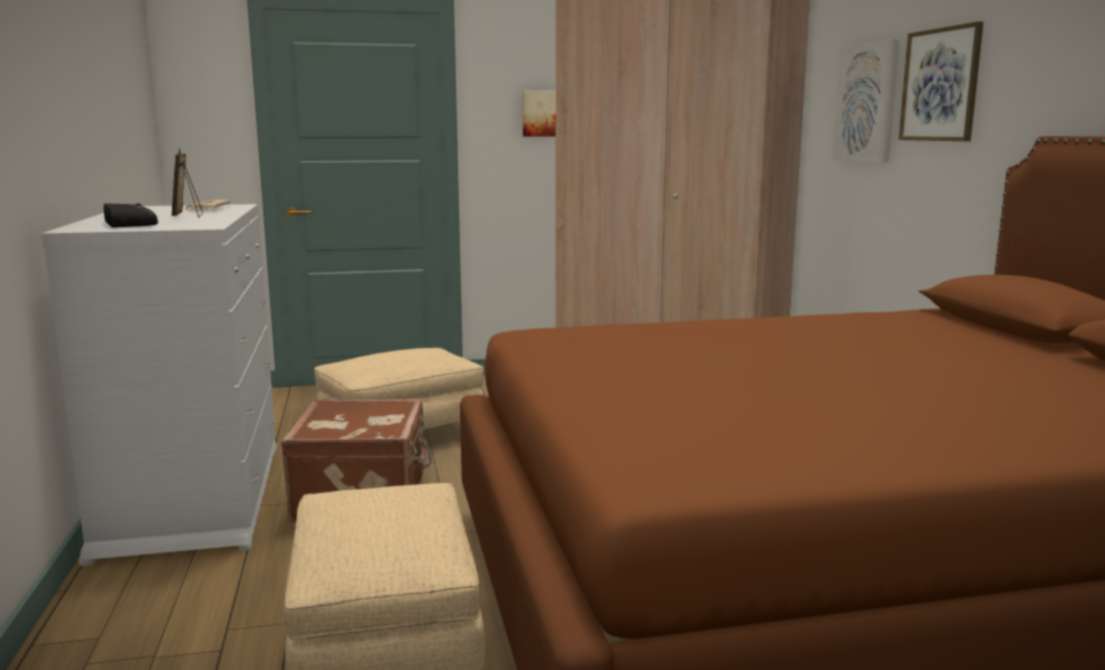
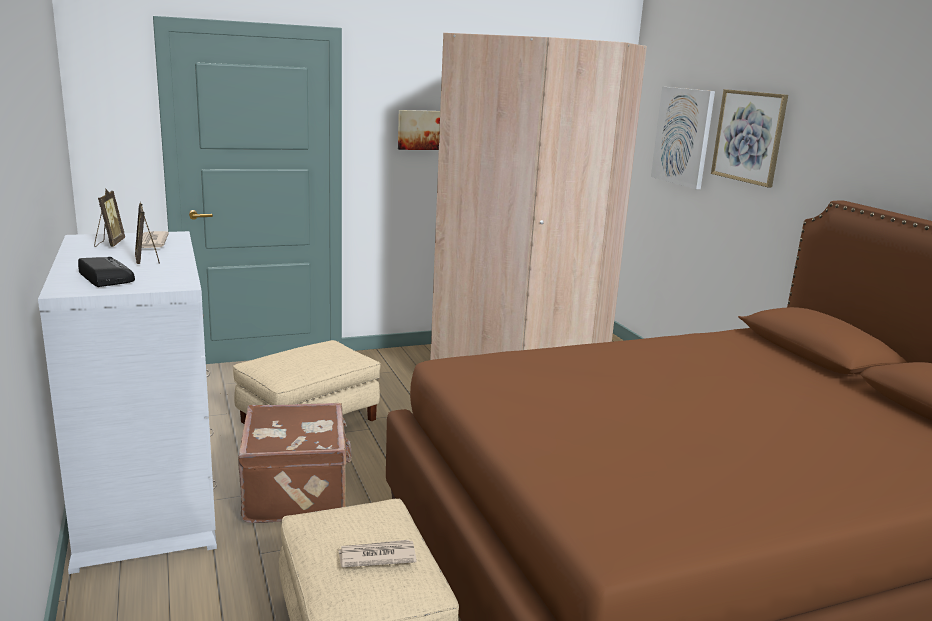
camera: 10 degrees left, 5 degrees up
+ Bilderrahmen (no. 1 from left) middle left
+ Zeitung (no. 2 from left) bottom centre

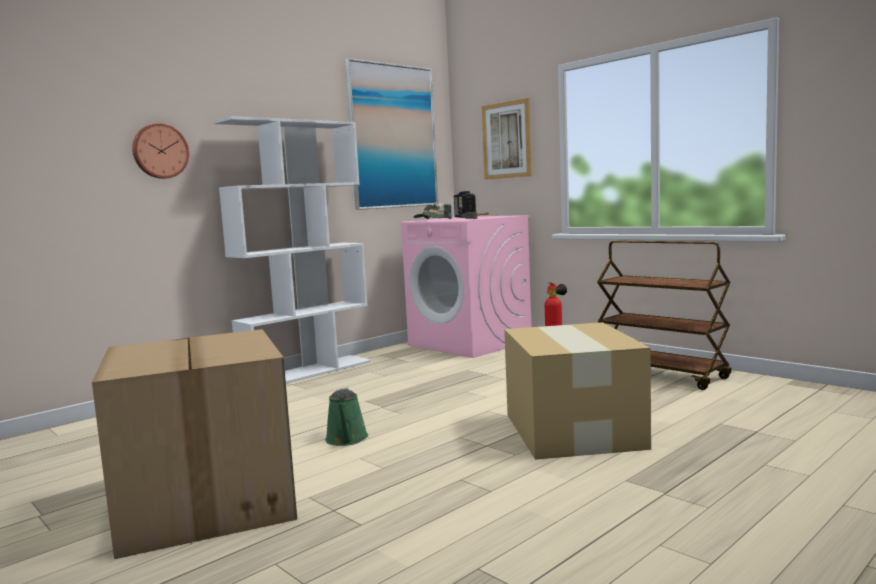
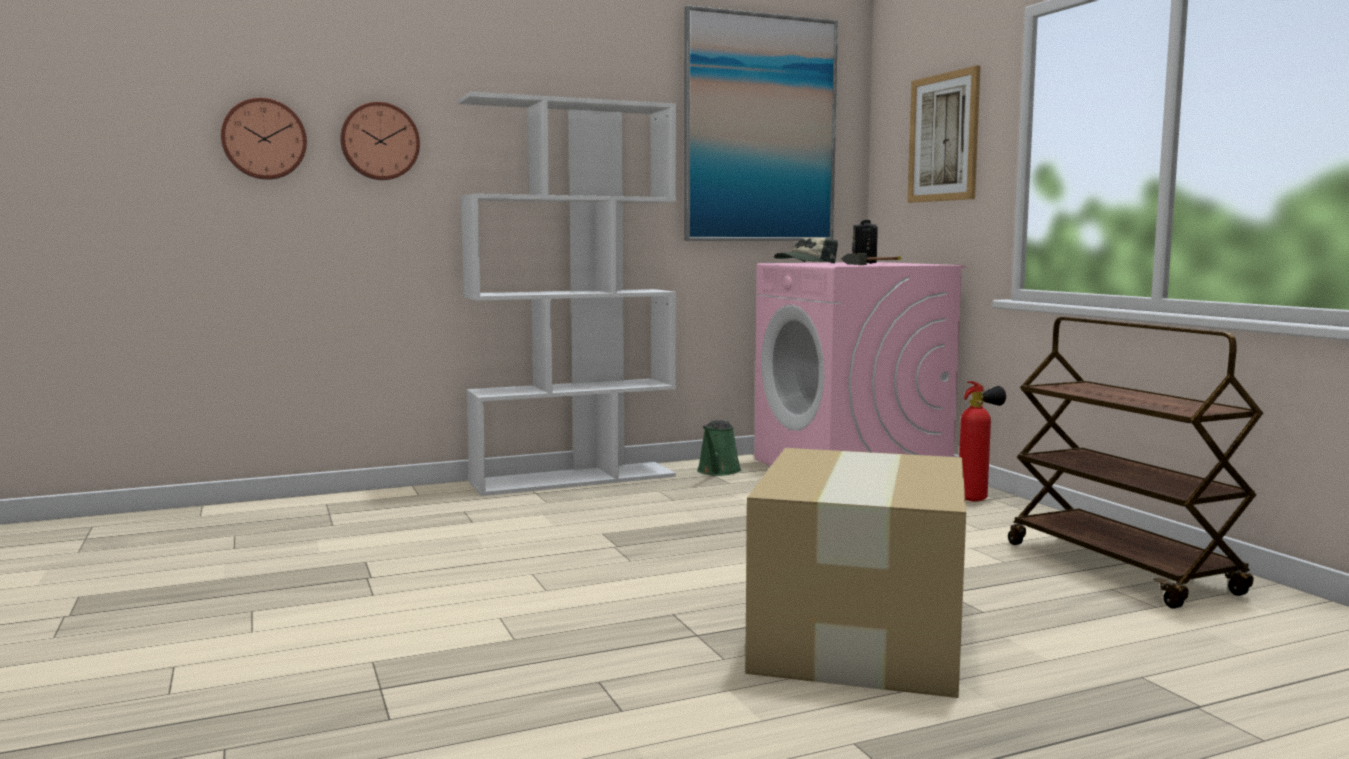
camera: 20 degrees right, 0 degrees up
- Karton (no. 1 from left) bottom left
~ Gießkanne/grün bottom centre to centre
+ Wanduhr (no. 1 from left) top left

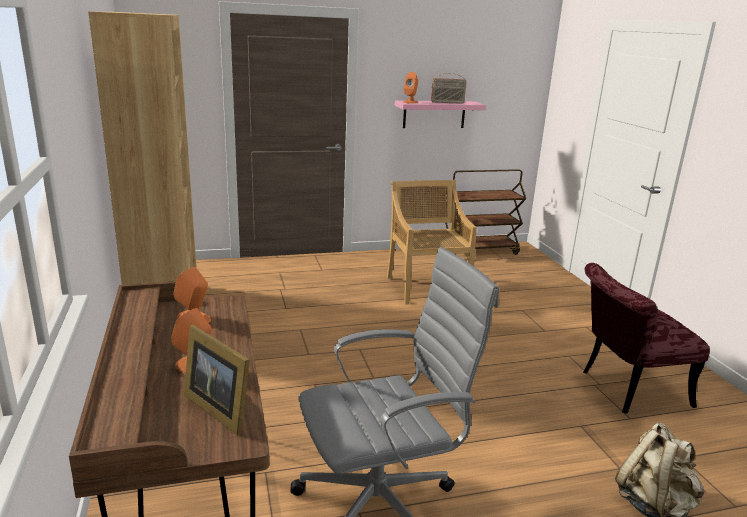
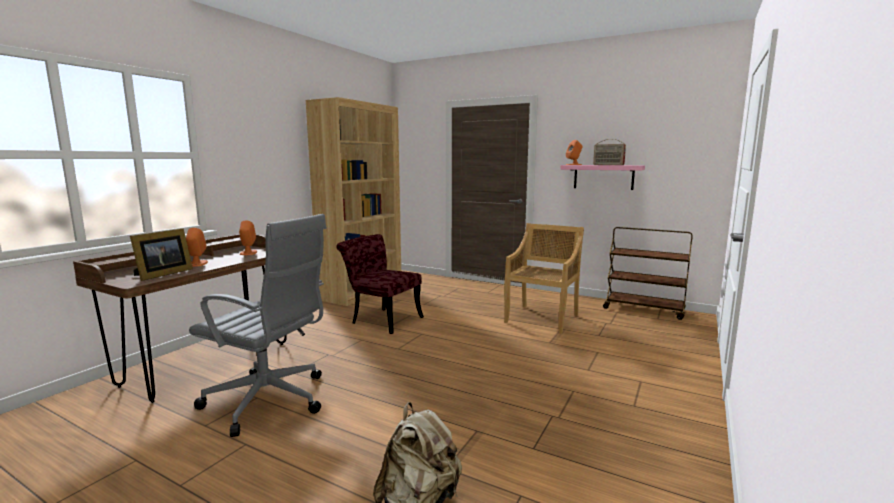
camera: 45 degrees right, 10 degrees down
~ Stuhl/rot middle right to centre
~ Bilderrahmen bottom left = middle left 150 degrees counterclockwise

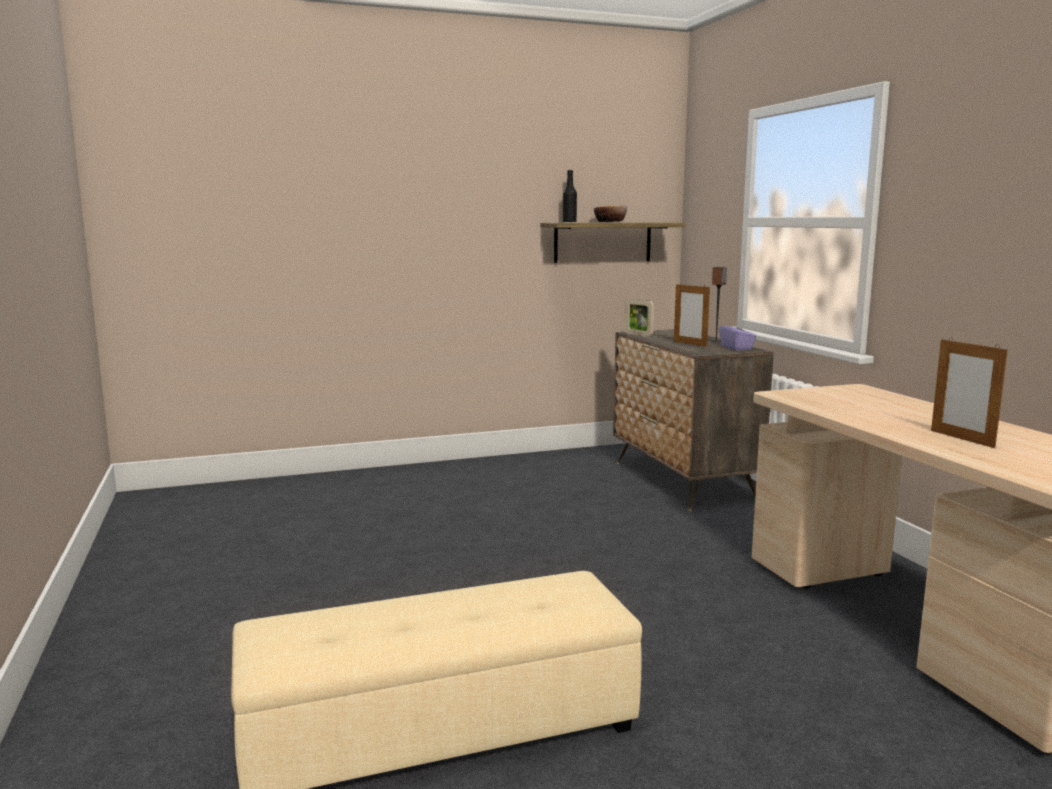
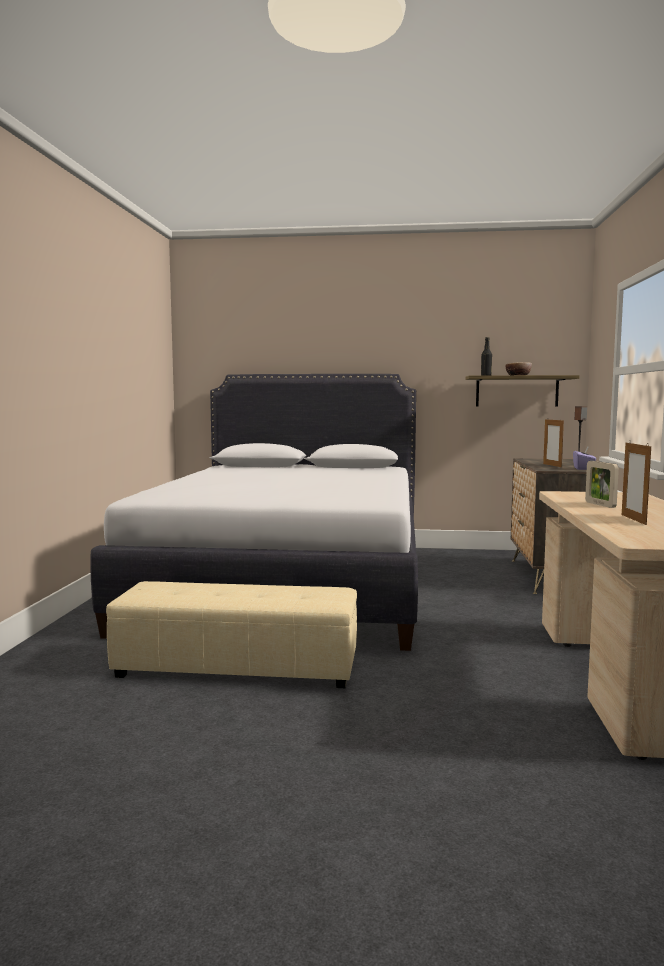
camera: 25 degrees right, 5 degrees down
~ Bilderrahmen (no. 1 from left in the first image) centre to Bilderrahmen (no. 2 from left) middle right
+ Bett/weiß centre

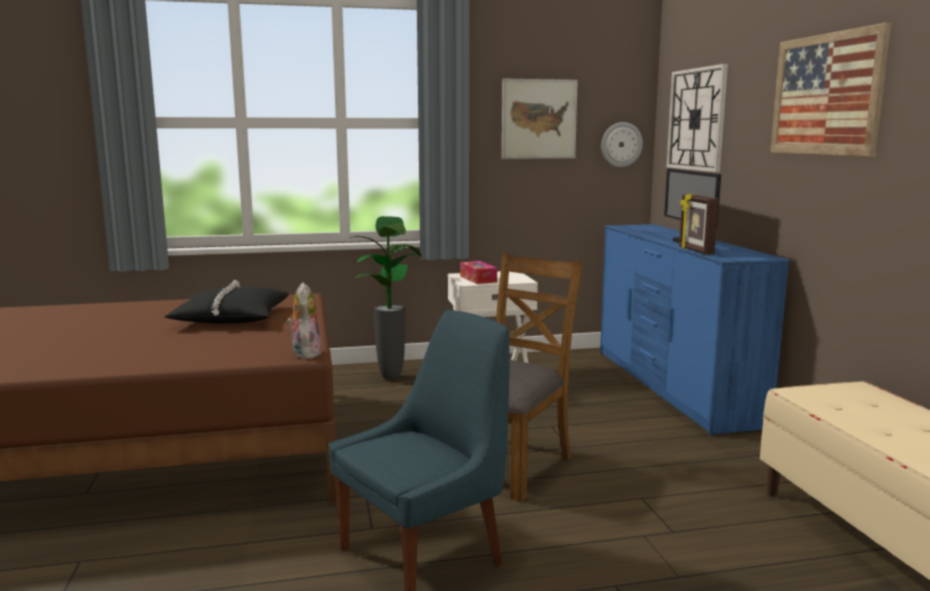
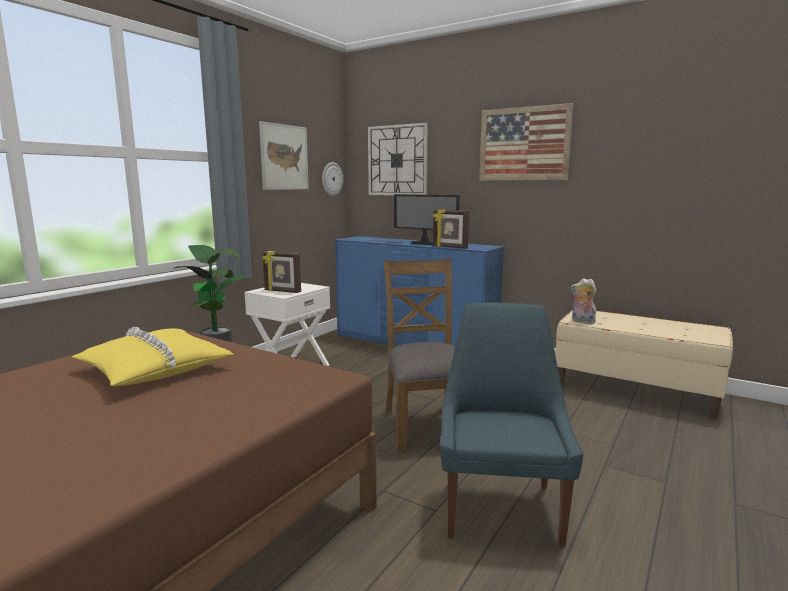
camera: 45 degrees left, 0 degrees up
~ Taschentuchbox centre to Bilderrahmen (no. 1 from left) centre
~ Kissen/schwarz middle left to Kissen/gelb middle left
~ Plüschtier middle left to middle right

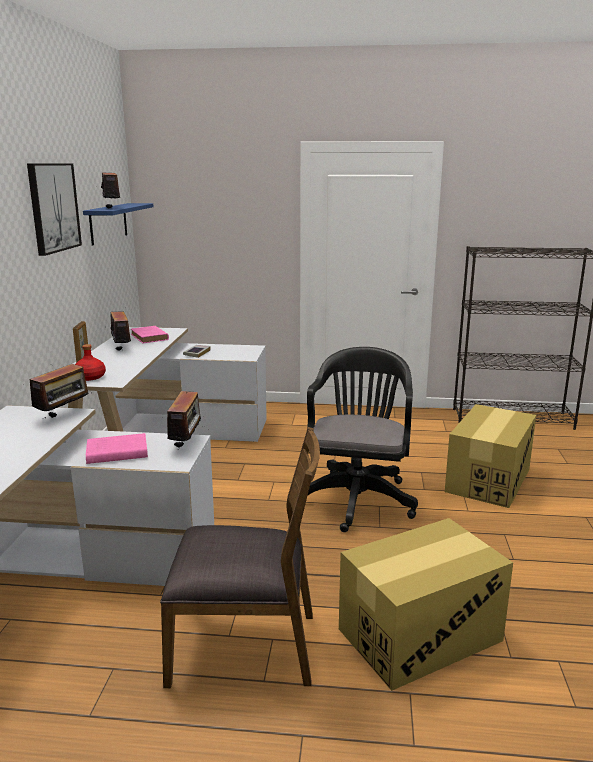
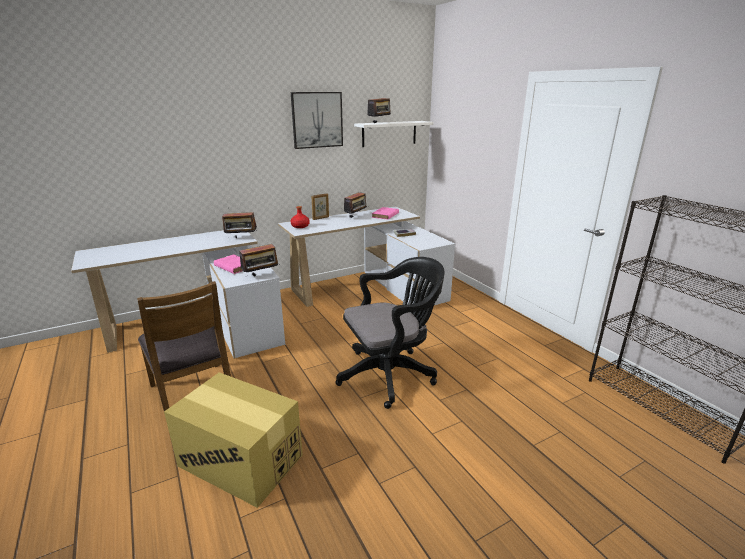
camera: 55 degrees right, 5 degrees up
~ Wandregal/blau top left to Wandregal/weiß top centre
- Karton (no. 2 from left) middle right

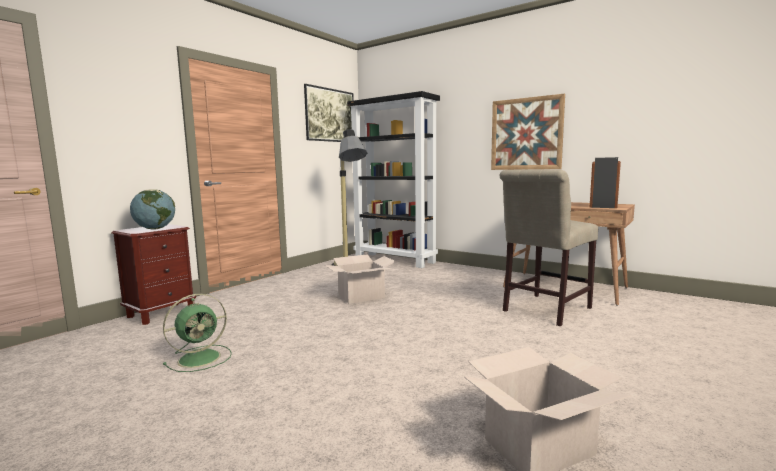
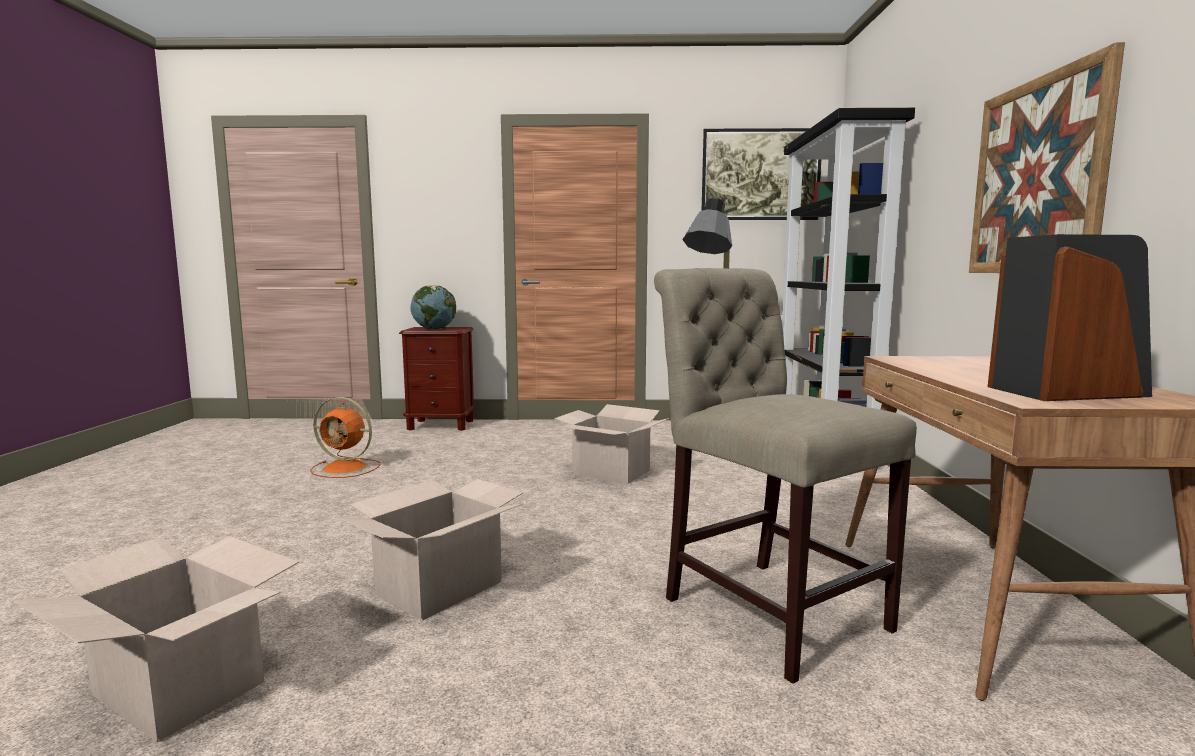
camera: 55 degrees right, 0 degrees up
~ Stuhl/beige middle right = centre 45 degrees clockwise
~ Ventilator/grün bottom left to Ventilator/orange middle left
+ Karton (no. 2 from left) bottom centre

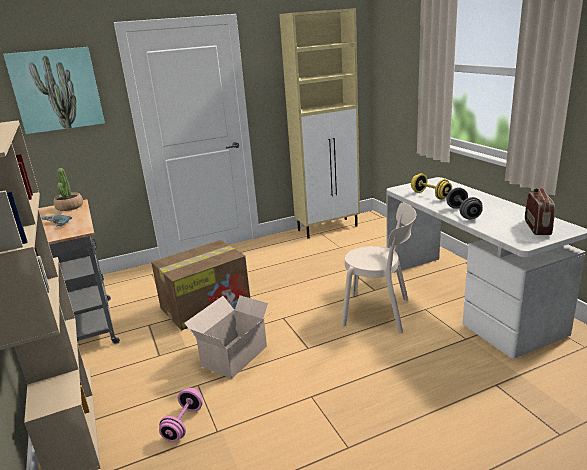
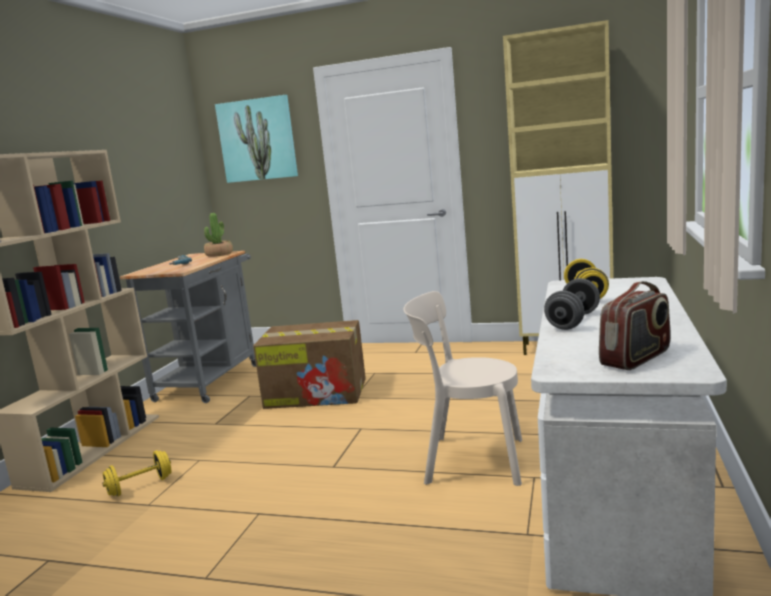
camera: 40 degrees right, 10 degrees down
~ Stuhl/beige centre = centre 135 degrees clockwise
- Karton (no. 2 from left) bottom centre
~ Hantel/rosa bottom left to Hantel/gelb (no. 1 from left) bottom left

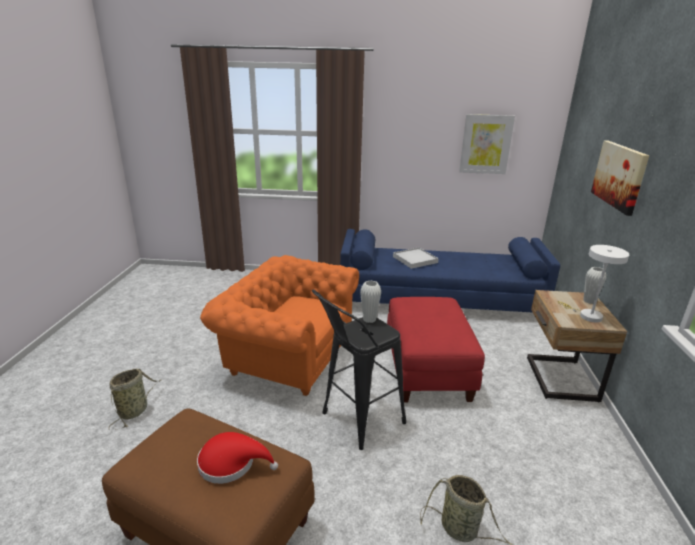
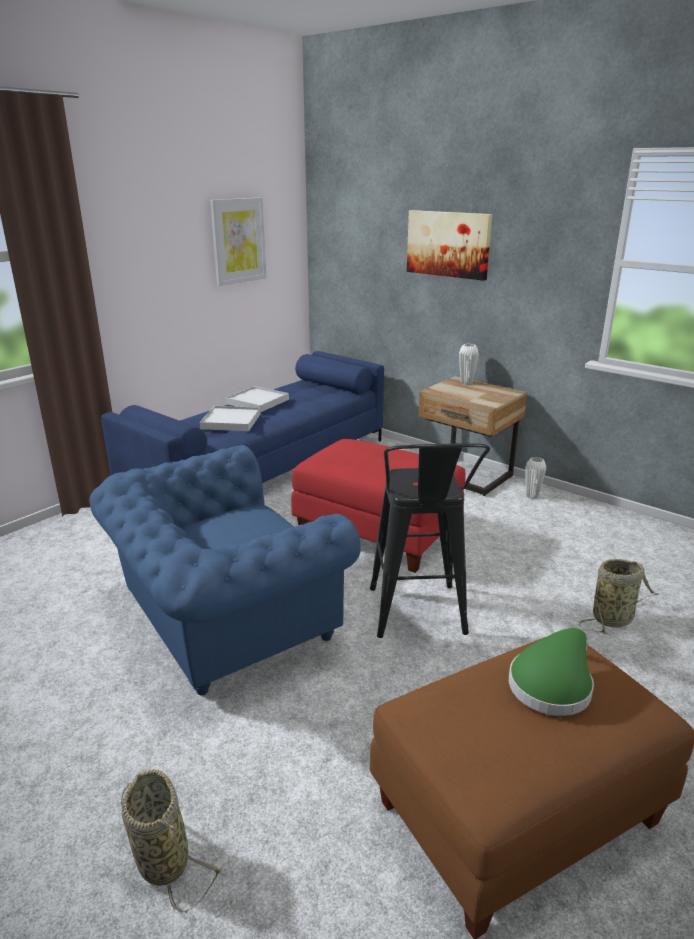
camera: 55 degrees left, 0 degrees up
- Tischlampe/weiß middle right
~ Sessel/orange centre to Sessel/blau middle left
~ Vase/weiß (no. 1 from left in the first image) centre to Vase/weiß (no. 2 from left) middle right
~ Hut/rot bottom centre to Hut/grün bottom right
+ Tablett/weiß (no. 2 from left) centre

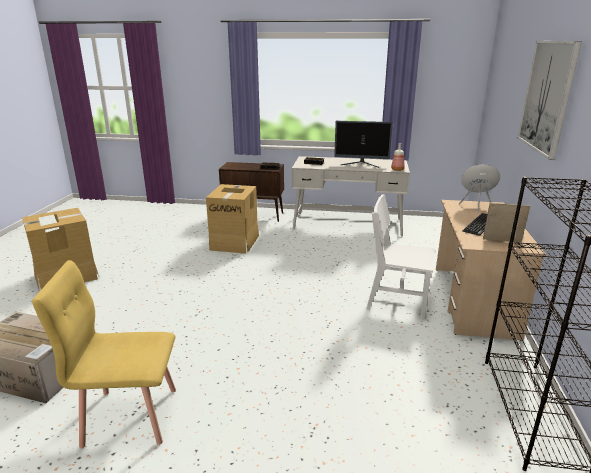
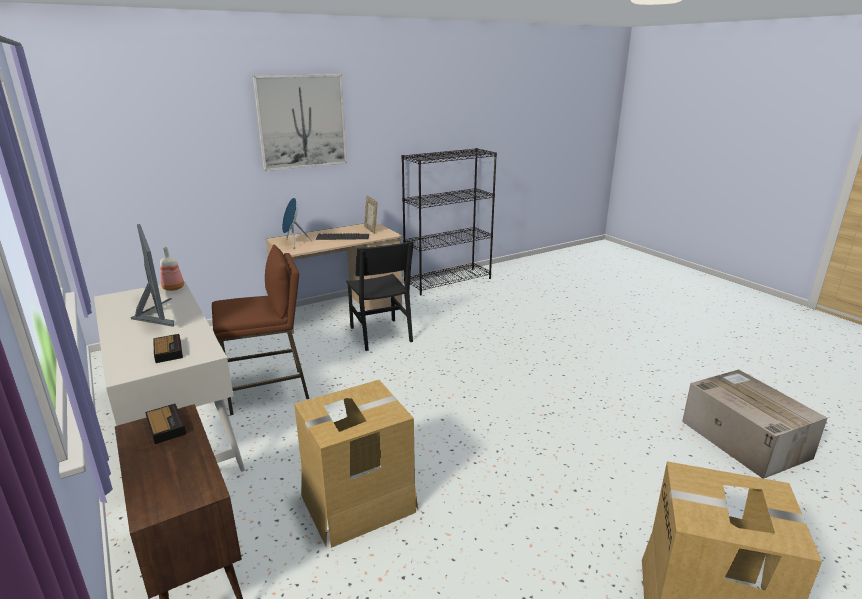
camera: 130 degrees left, 0 degrees up
~ Stuhl/weiß middle right to Stuhl/schwarz centre
- Stuhl/gelb bottom left
+ Hocker/braun middle left

